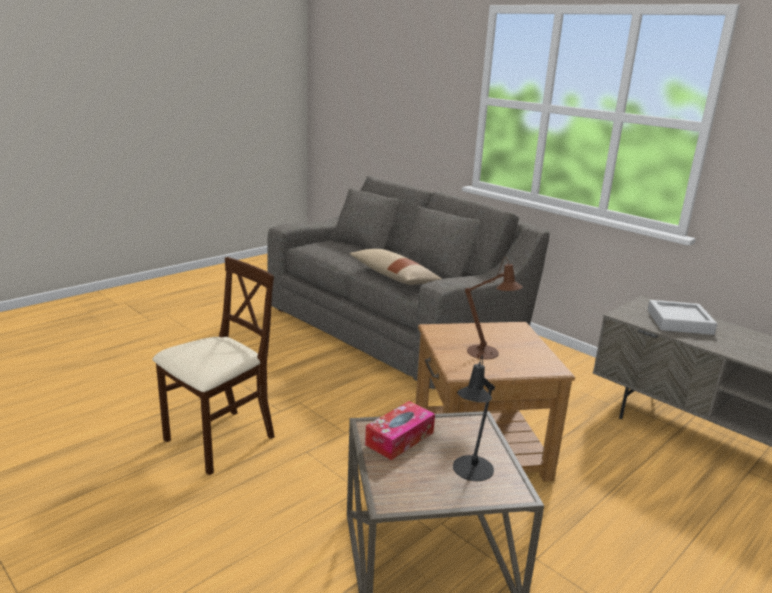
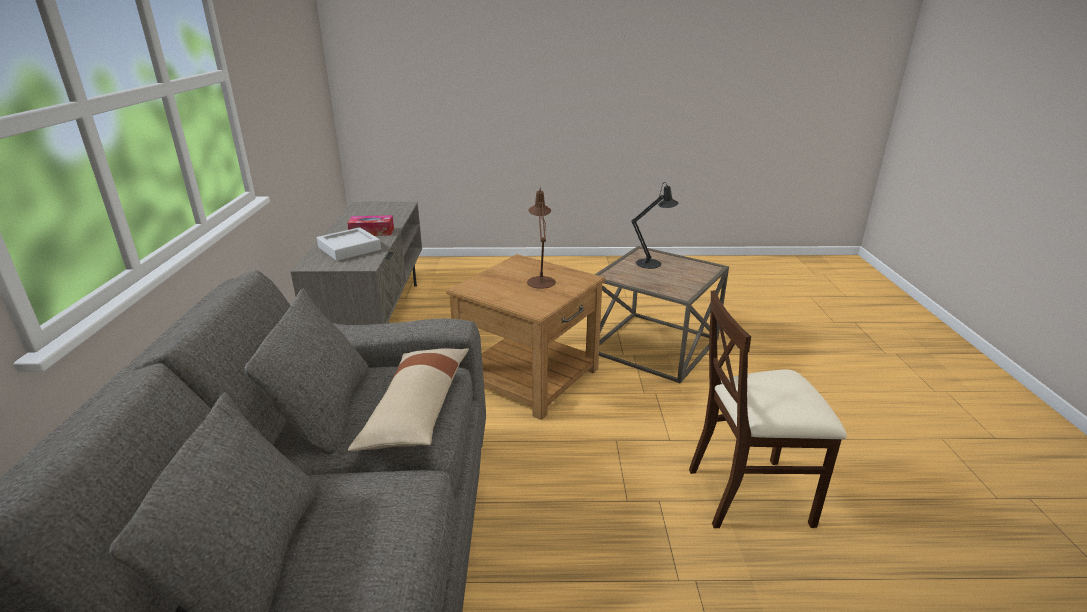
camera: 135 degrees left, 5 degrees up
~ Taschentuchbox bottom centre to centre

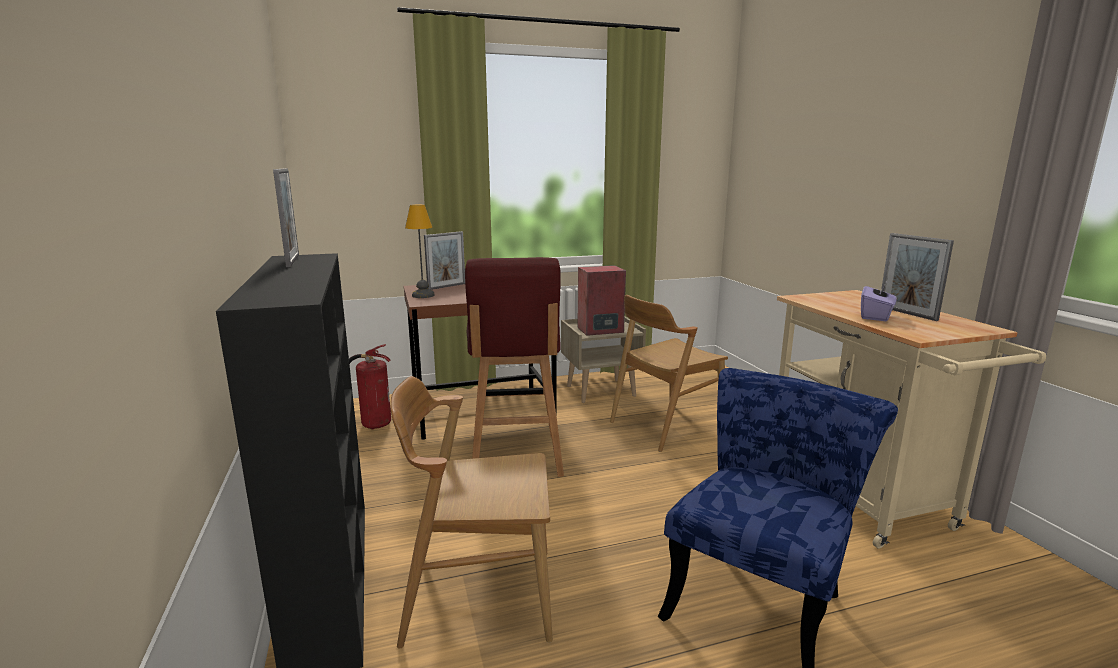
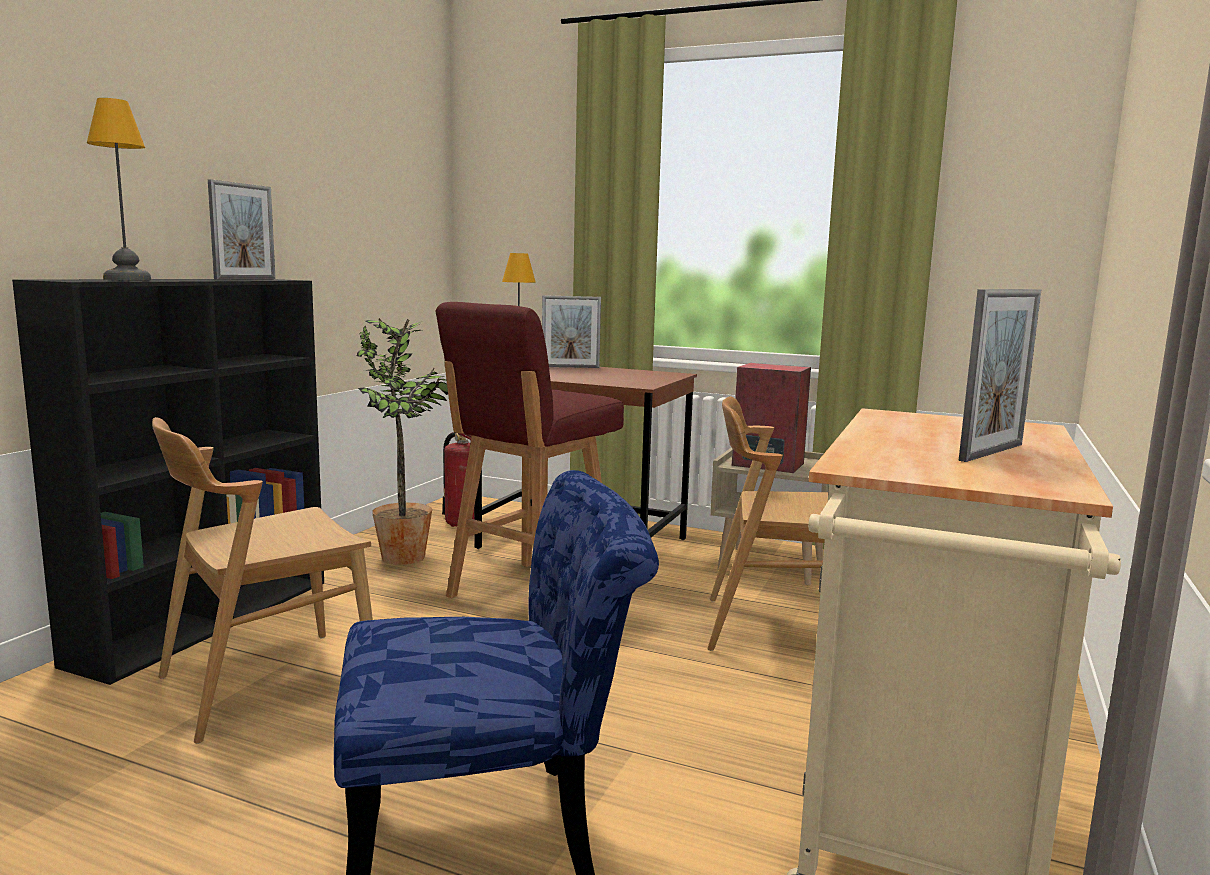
camera: 40 degrees right, 5 degrees down
~ Bilderrahmen (no. 3 from left) middle right = middle right 150 degrees counterclockwise
- Taschentuchbox/lila middle right
~ Stuhl/braun (no. 1 from left) bottom centre = middle left 75 degrees counterclockwise
+ Tischlampe (no. 1 from left) top left
+ Topfpflanze middle left

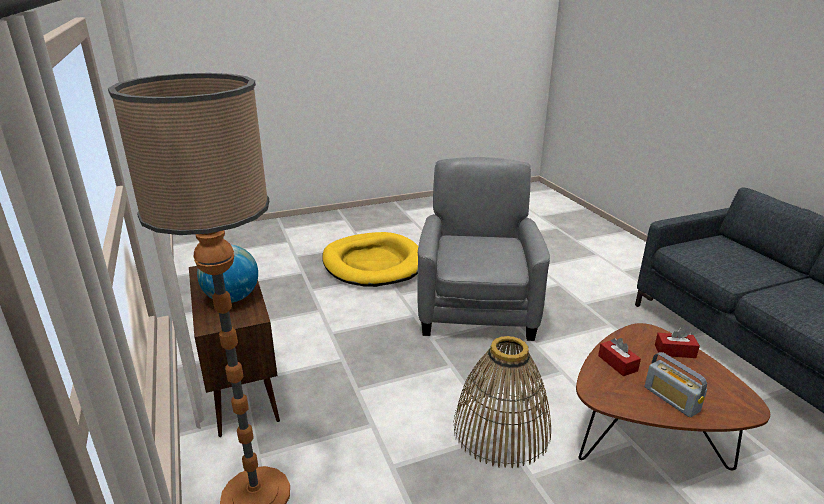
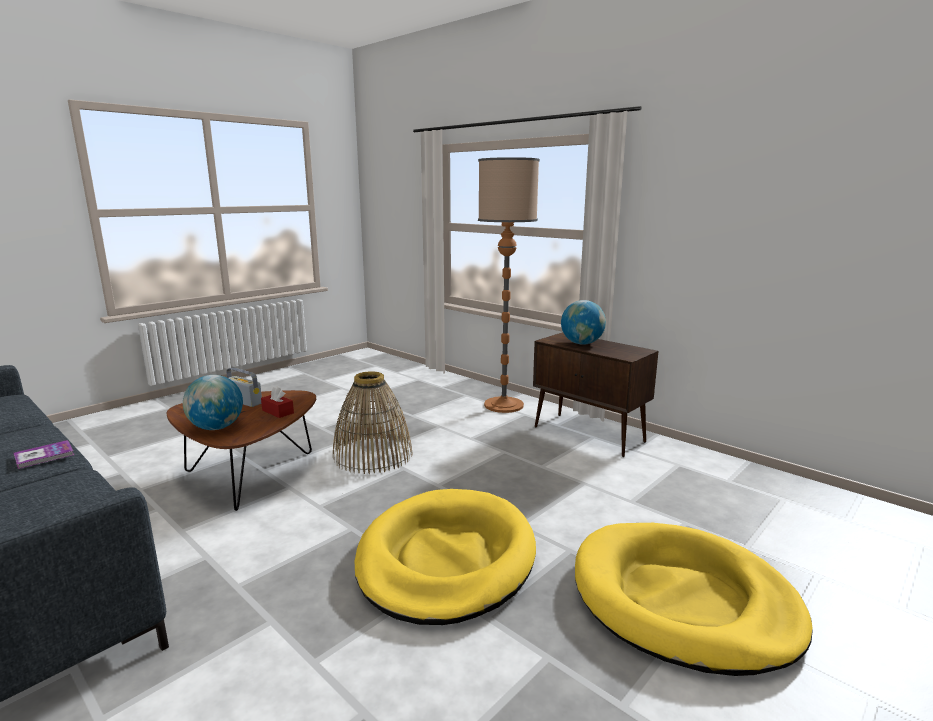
camera: 155 degrees right, 10 degrees down
~ Sessel/grau centre to Hundebett/gelb (no. 1 from left) bottom centre
~ Taschentuchbox/rot (no. 2 from left) bottom right to Globus (no. 1 from left) middle left
+ Buch middle left

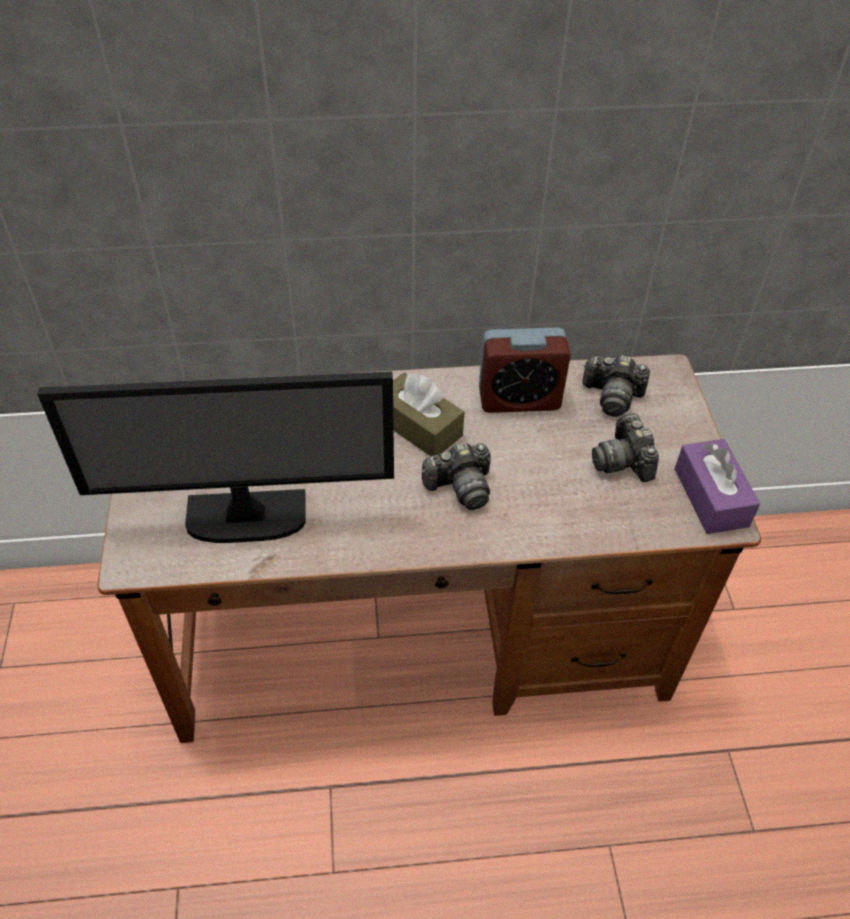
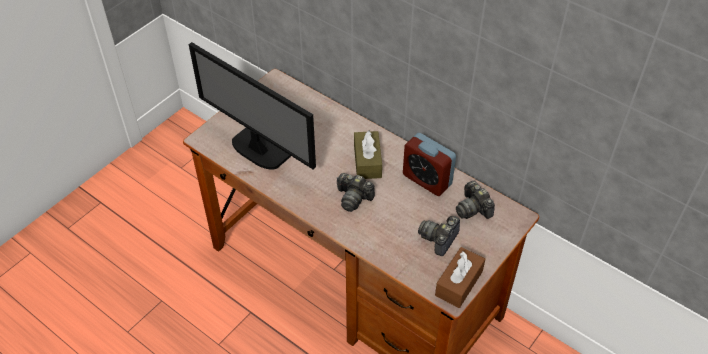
camera: 45 degrees right, 0 degrees up
~ Taschentuchbox/lila middle right to Taschentuchbox/braun (no. 2 from left) bottom centre

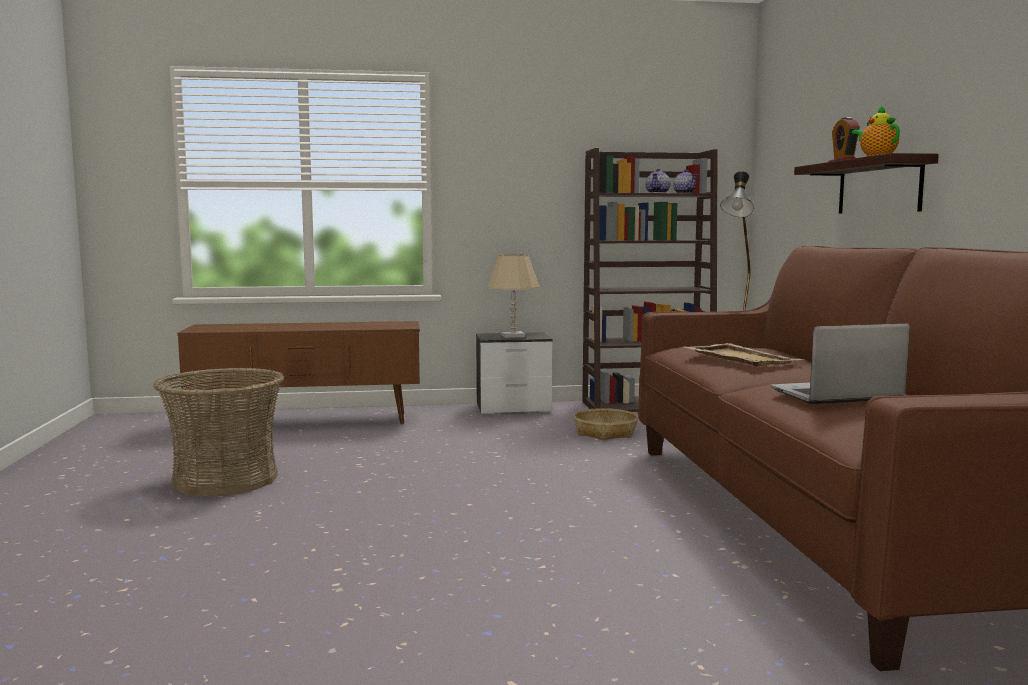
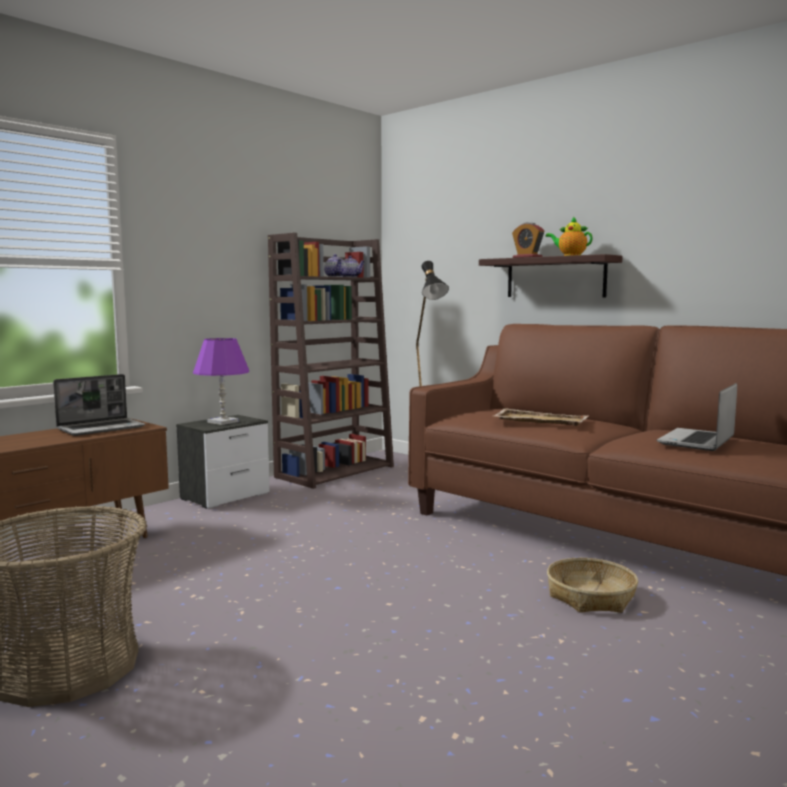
camera: 40 degrees left, 0 degrees up
~ Tischlampe/beige centre to Tischlampe/lila middle left
~ Korb (no. 2 from left) centre to bottom right
+ Laptop (no. 1 from left) middle left

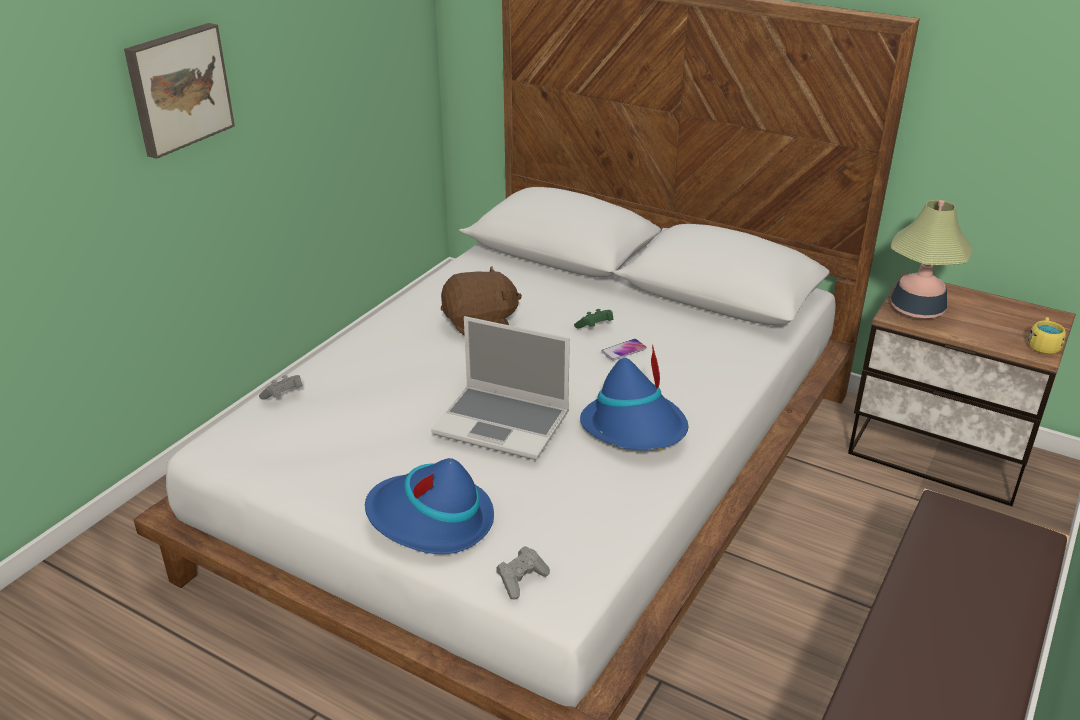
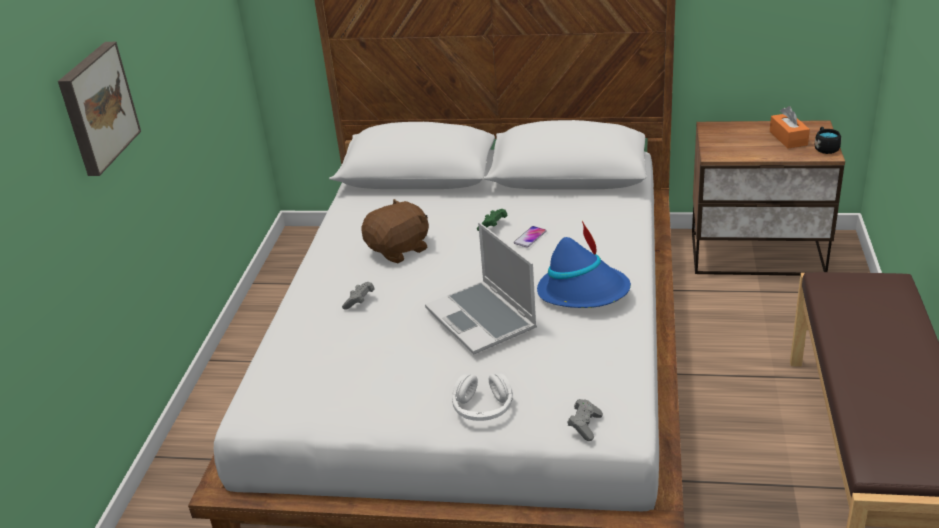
camera: 20 degrees left, 0 degrees up
- Tischlampe middle right
~ Laptop centre = centre 60 degrees clockwise
~ Henkelbecher/gelb middle right to Henkelbecher/schwarz top right
~ Gamepad/grau (no. 1 from left) middle left to centre
~ Hut/blau (no. 1 from left) bottom centre to Kopfhörer/weiß bottom centre
+ Taschentuchbox/orange top right

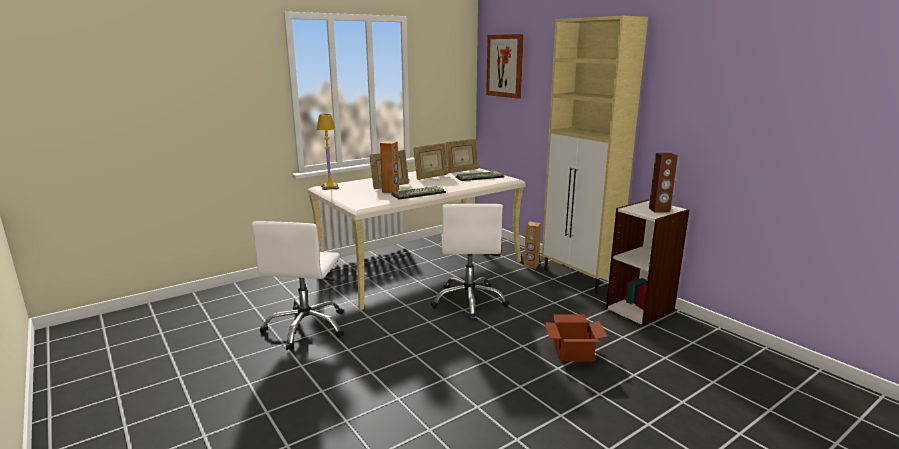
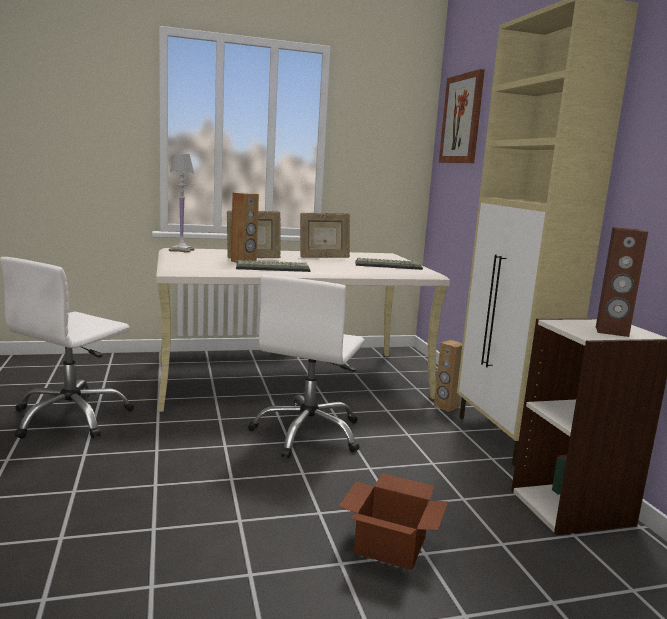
camera: 20 degrees right, 5 degrees down
~ Tischlampe/gelb centre to Tischlampe/weiß top left
- Bilderrahmen (no. 3 from left) centre

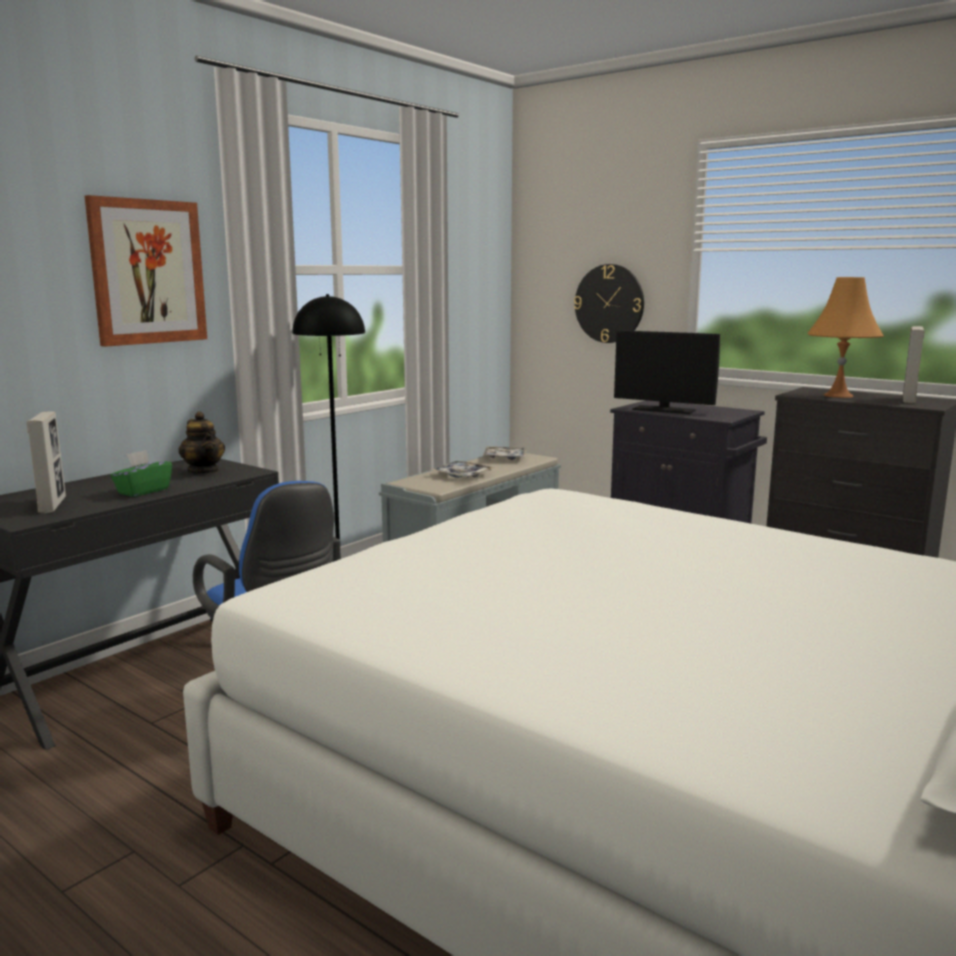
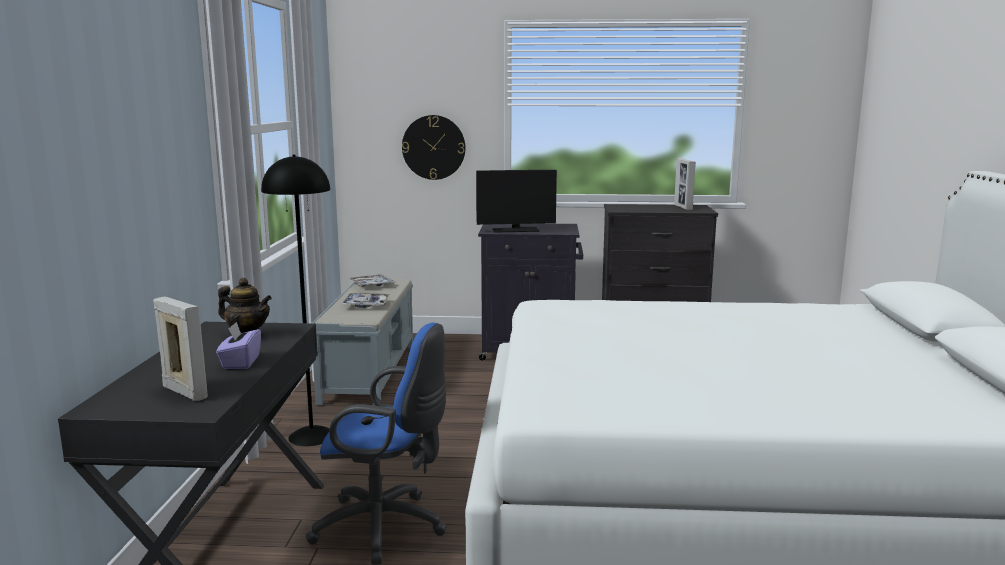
camera: 35 degrees left, 0 degrees up
- Bild top left
- Tischlampe/orange middle right
~ Taschentuchbox/grün middle left to Taschentuchbox/lila middle left

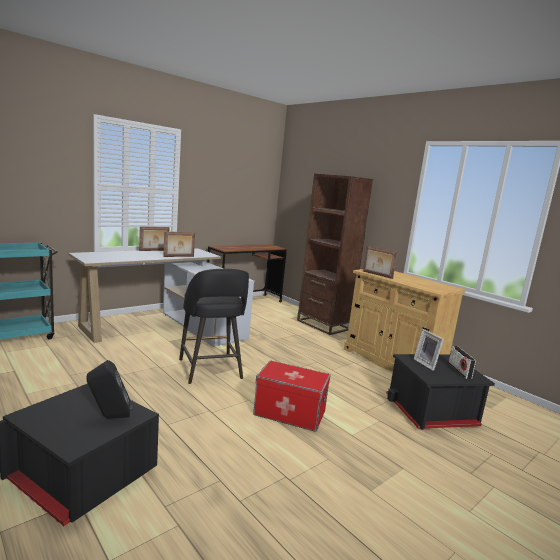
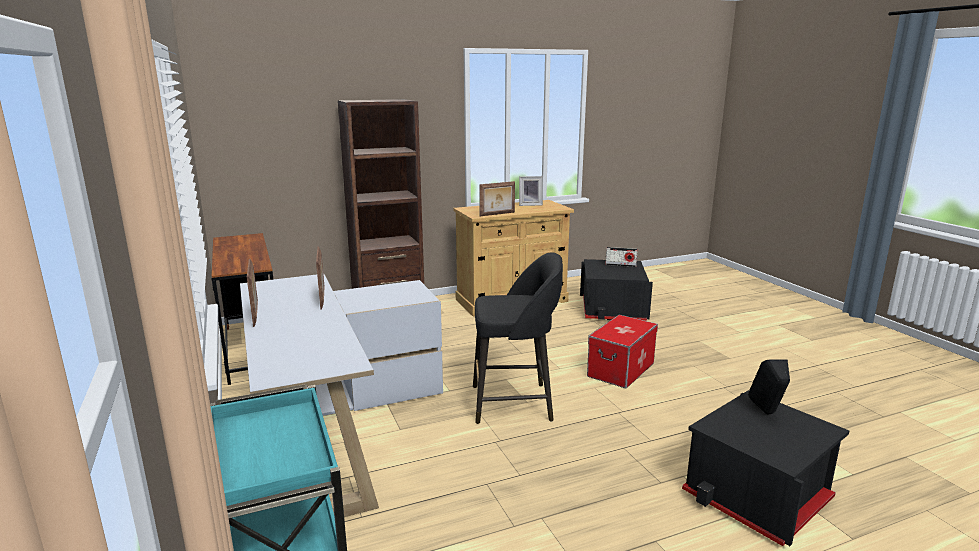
camera: 70 degrees left, 5 degrees up
~ Bilderrahmen (no. 4 from left) middle right to centre

